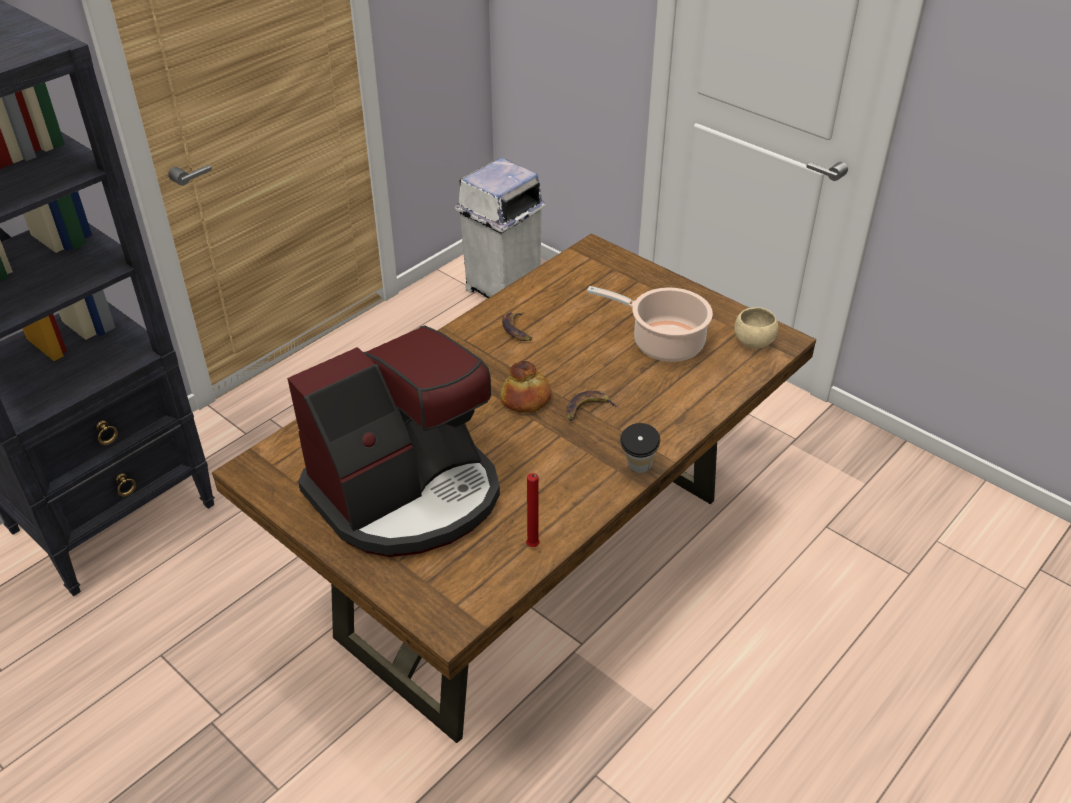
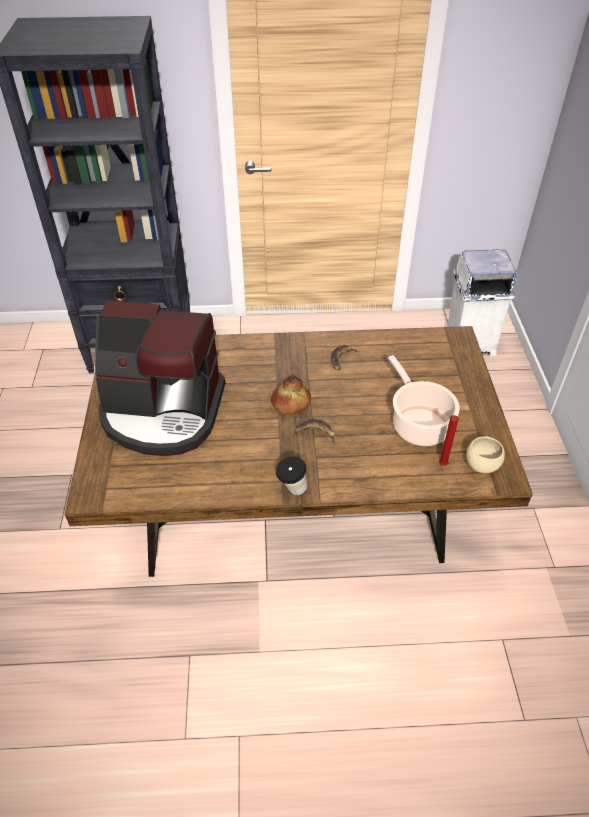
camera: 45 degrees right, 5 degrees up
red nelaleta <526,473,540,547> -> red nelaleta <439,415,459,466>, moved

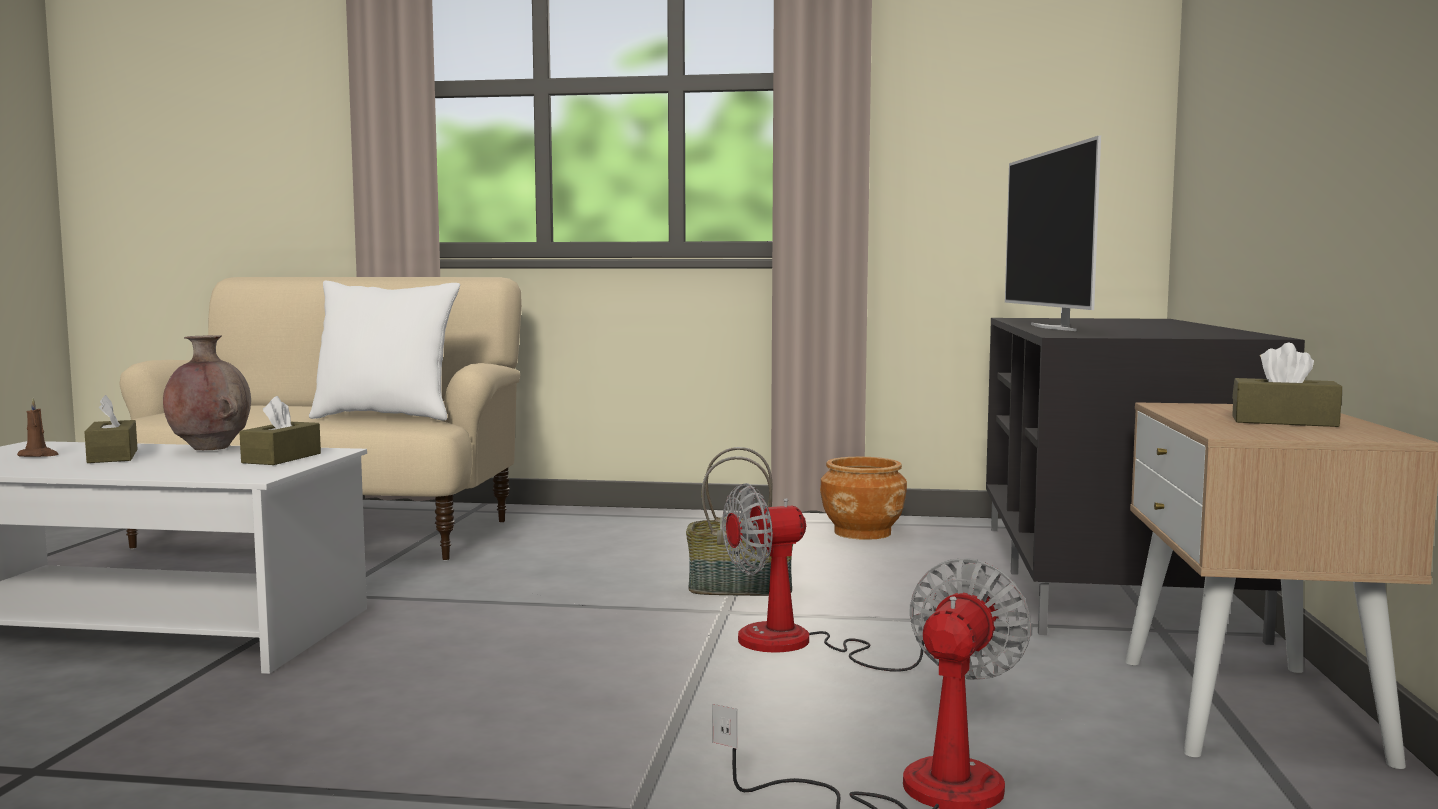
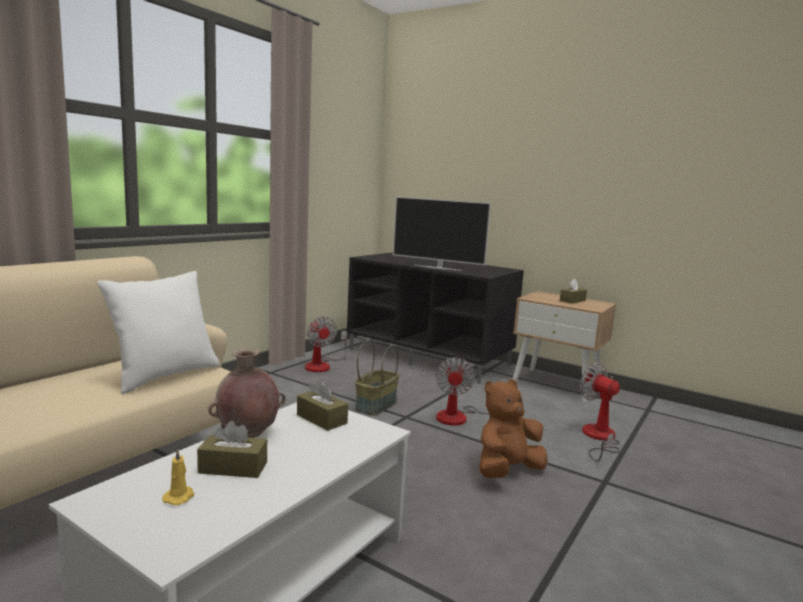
camera: 65 degrees left, 5 degrees up
brown nelaleta <17,398,59,457> -> yellow nelaleta <162,448,194,505>
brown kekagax <820,457,907,540> -> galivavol <305,316,347,372>
none -> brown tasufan <479,379,548,478>

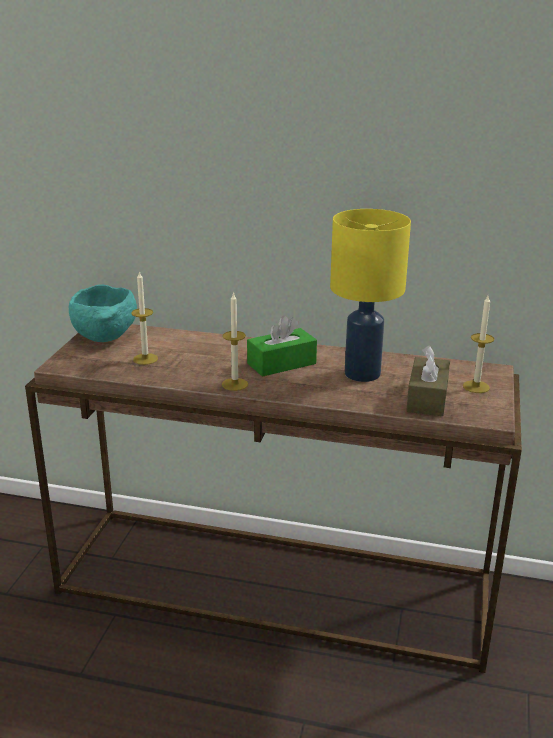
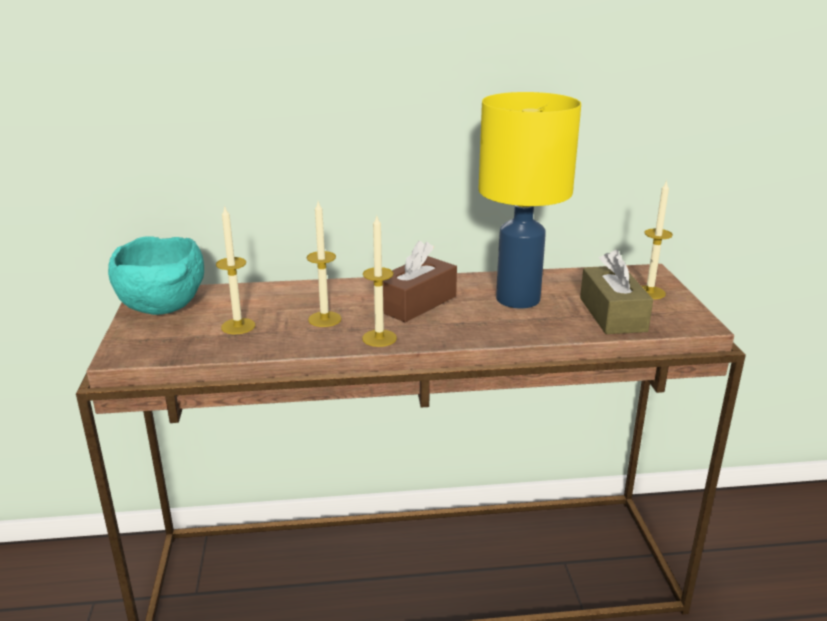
camera: 20 degrees left, 0 degrees up
none -> nelaleta <307,202,342,327>
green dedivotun <247,316,317,377> -> brown dedivotun <383,241,457,322>

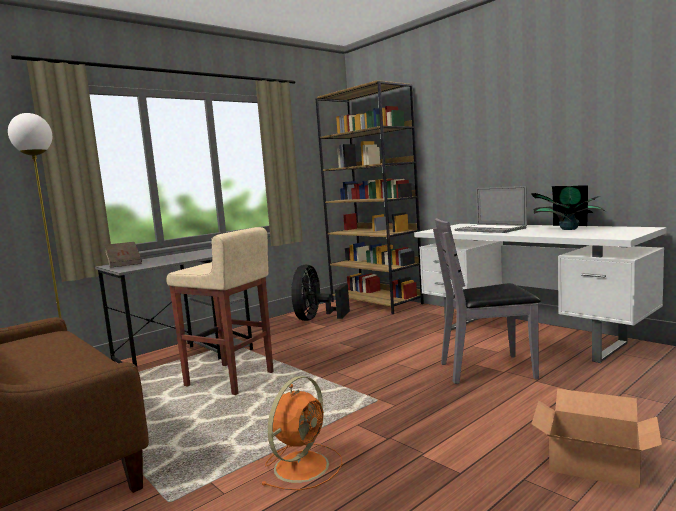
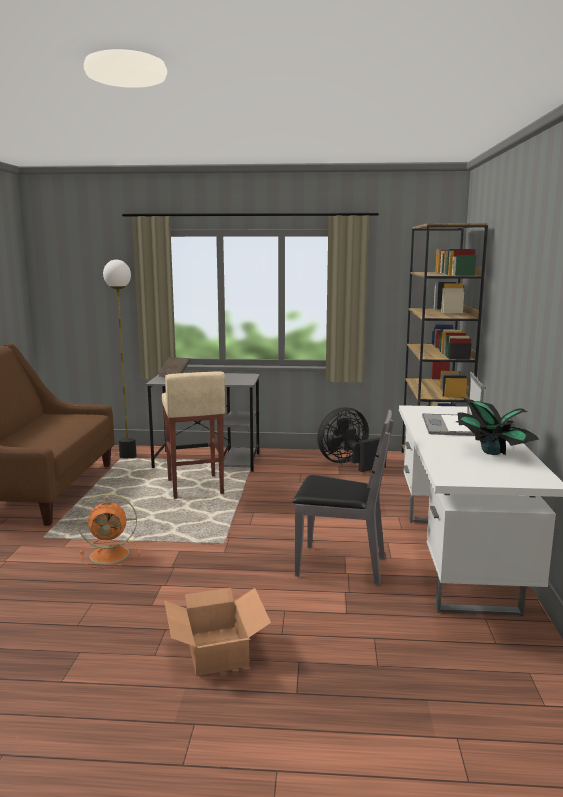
camera: 45 degrees right, 5 degrees up
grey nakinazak <433,218,541,384> -> grey nakinazak <293,410,394,585>, 150 degrees clockwise

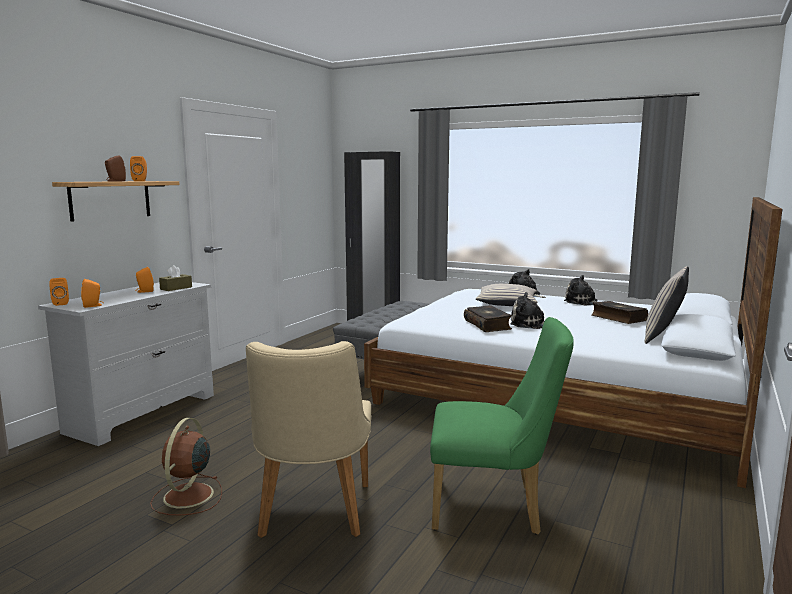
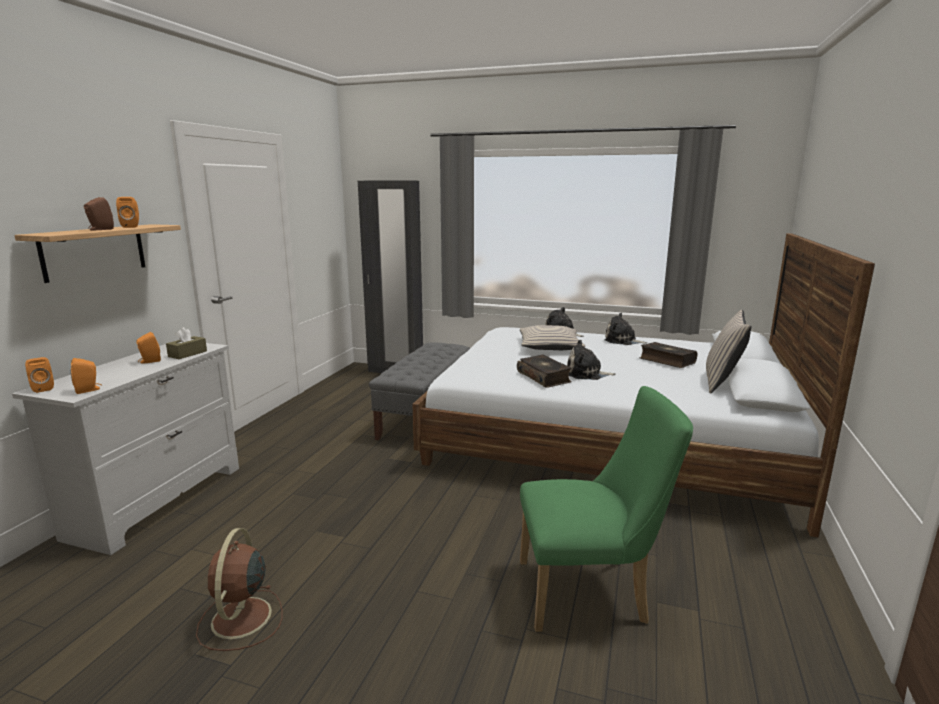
camera: 10 degrees left, 5 degrees up
beige nakinazak <246,341,371,538> -> none

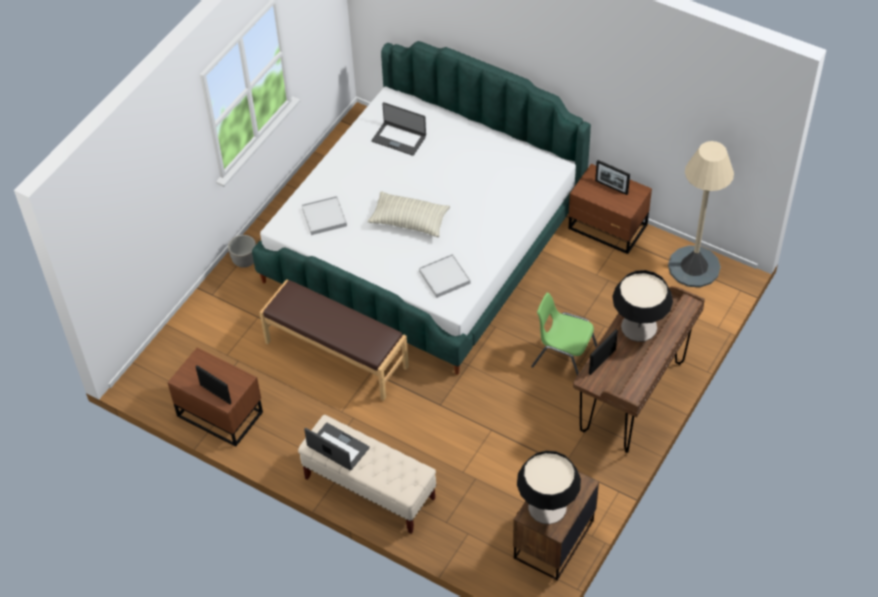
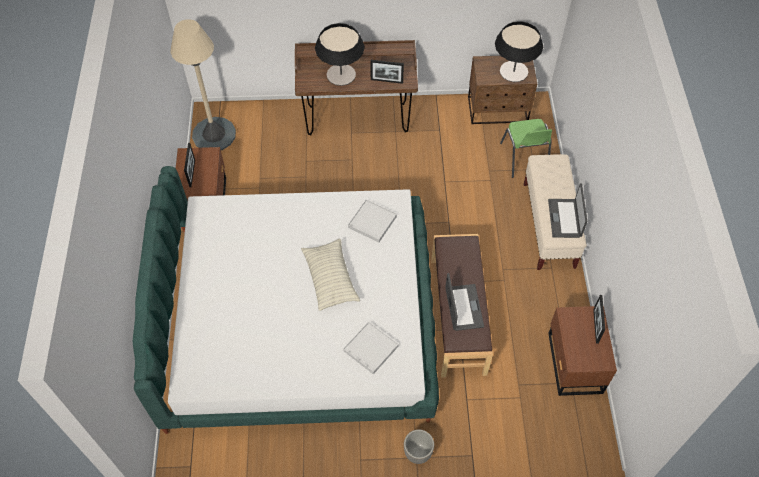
camera: 125 degrees left, 5 degrees up
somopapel <372,102,426,156> -> somopapel <445,273,484,331>, moved
green nakinazak <531,293,597,375> -> green nakinazak <500,119,552,178>, moved

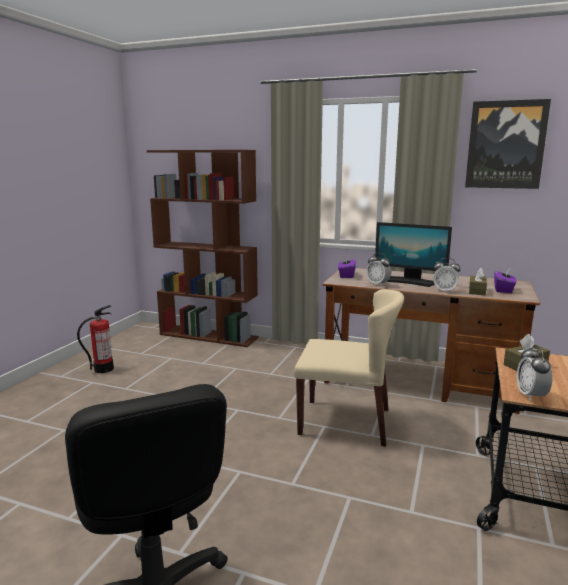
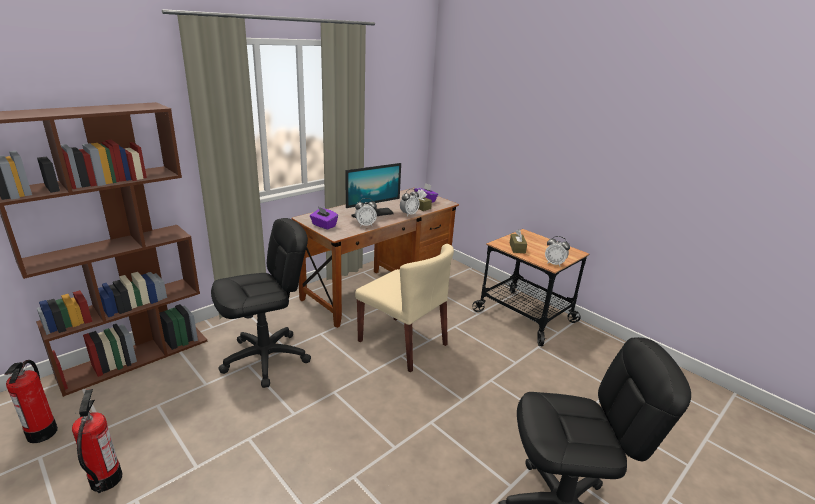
camera: 65 degrees left, 10 degrees up
none -> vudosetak <4,360,58,443>
none -> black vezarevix <211,218,311,388>
beige nakinazak <294,289,404,447> -> beige nakinazak <355,244,454,372>, 90 degrees clockwise
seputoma <465,99,551,189> -> none

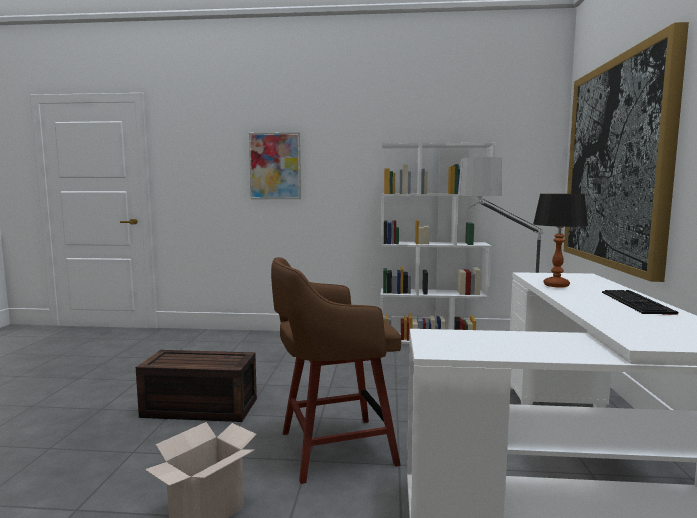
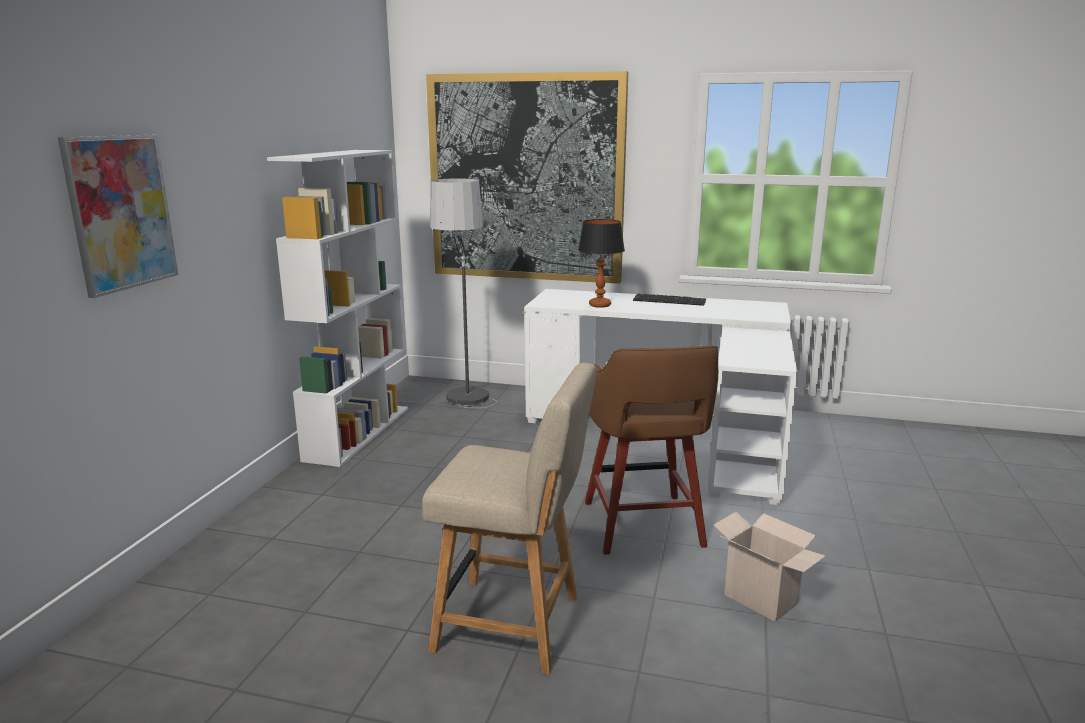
camera: 80 degrees left, 10 degrees up
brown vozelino <136,350,257,422> -> beige nakinazak <422,363,596,675>

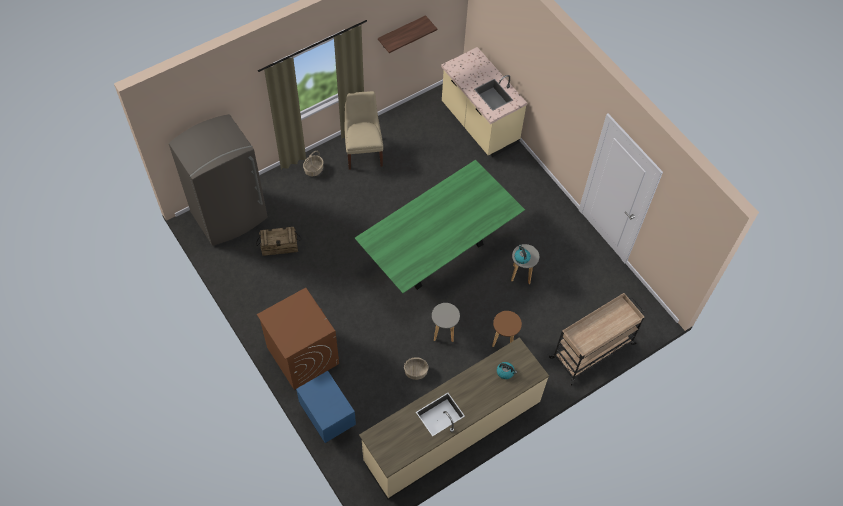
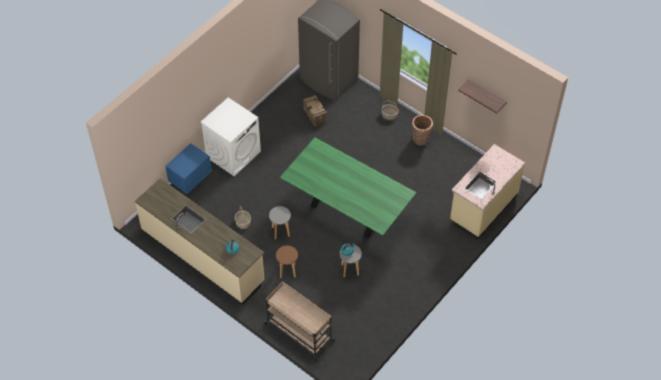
camera: 75 degrees right, 5 degrees down
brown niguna <257,288,339,390> -> white niguna <201,98,261,176>
beige nakinazak <344,91,383,170> -> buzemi <412,115,433,145>

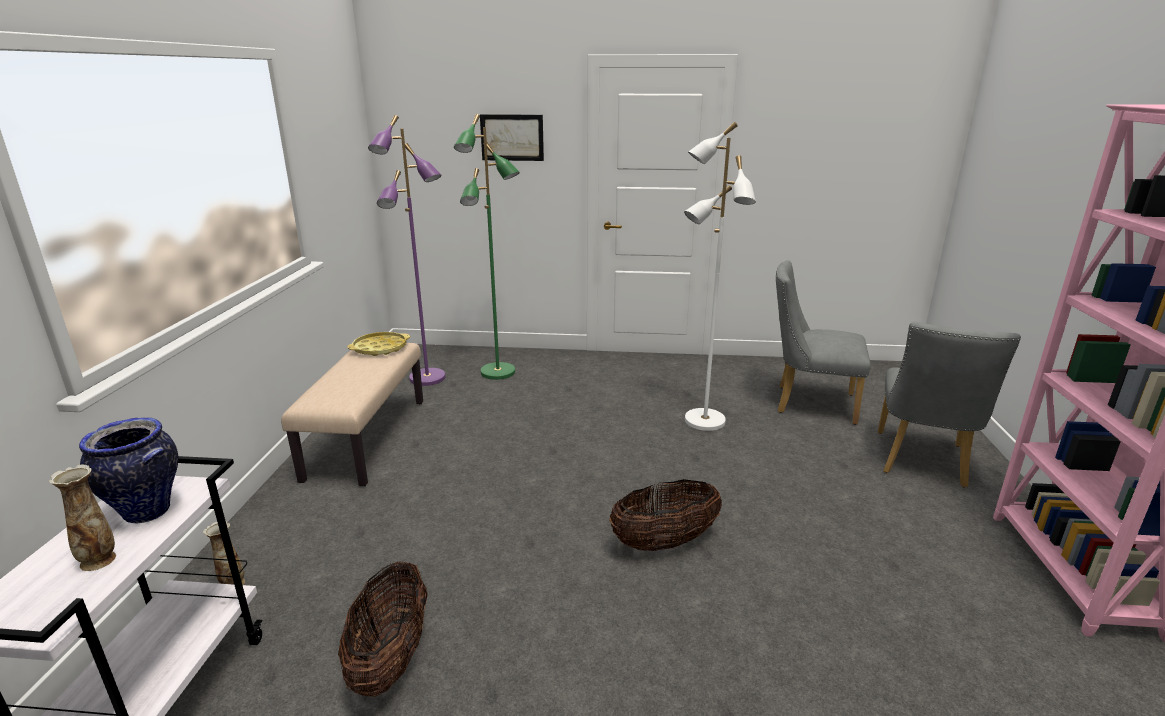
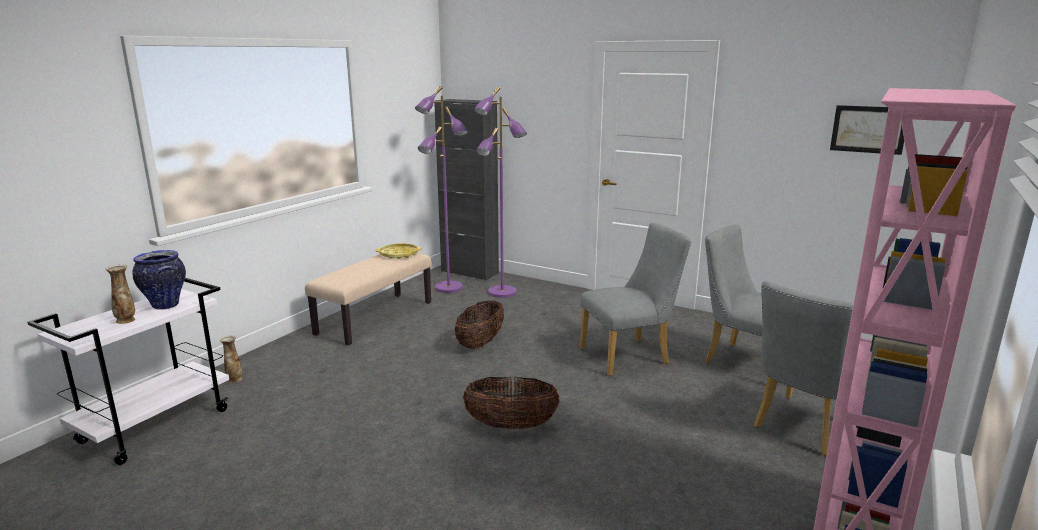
camera: 25 degrees right, 5 degrees down
none -> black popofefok <434,99,499,281>
buzemi <338,561,428,697> -> buzemi <455,300,504,349>, moved
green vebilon <454,114,520,380> -> purple vebilon <474,87,527,298>
white vebilon <684,122,756,431> -> grey nakinazak <580,223,691,376>
seputoma <480,114,544,161> -> seputoma <830,105,904,155>, moved

